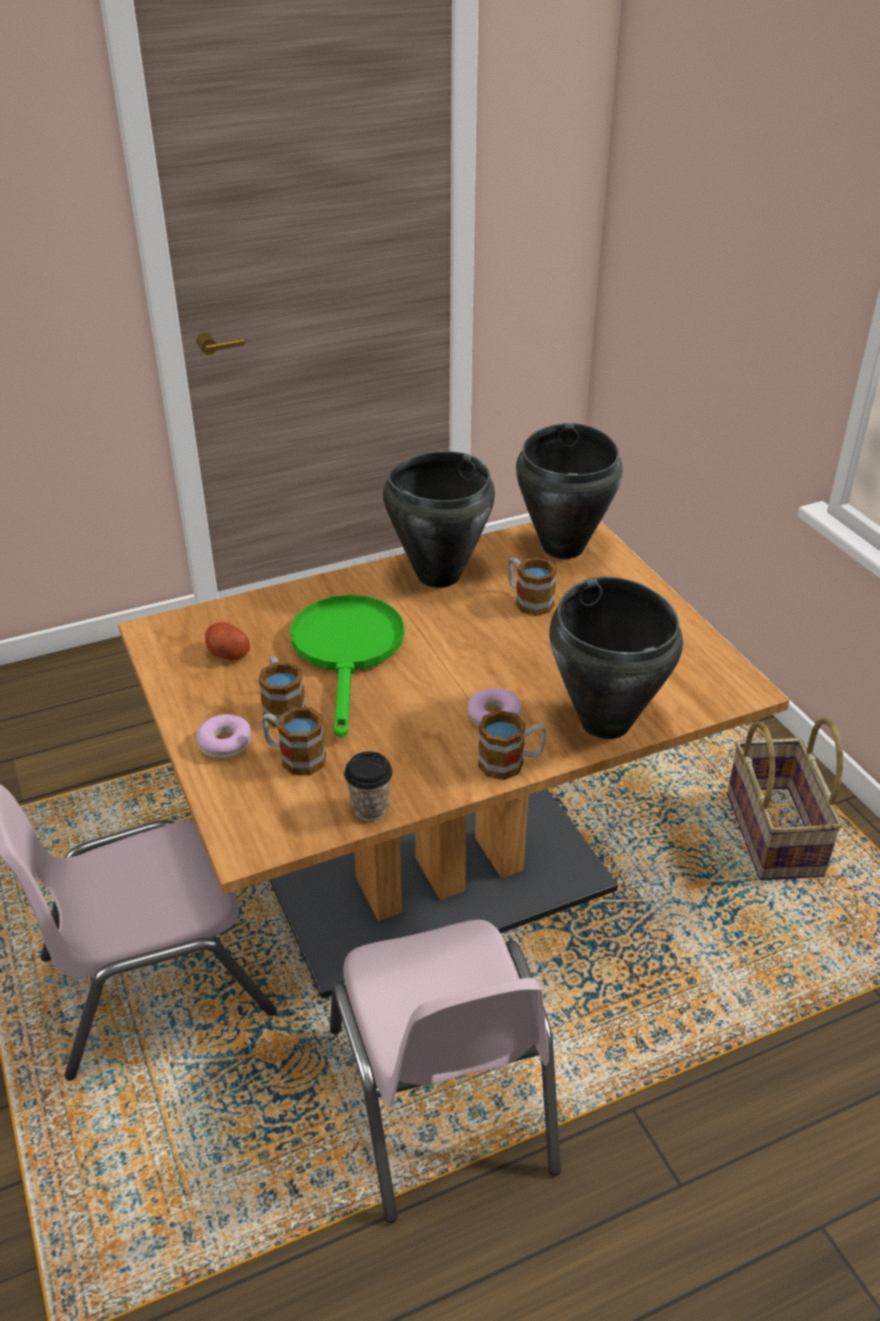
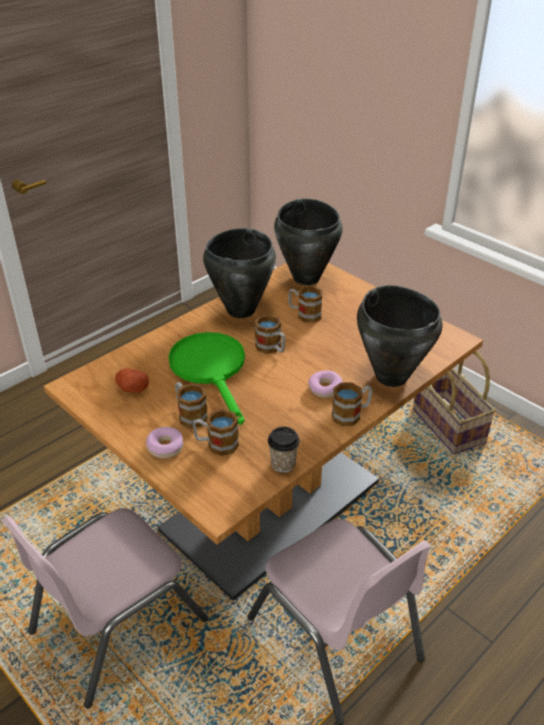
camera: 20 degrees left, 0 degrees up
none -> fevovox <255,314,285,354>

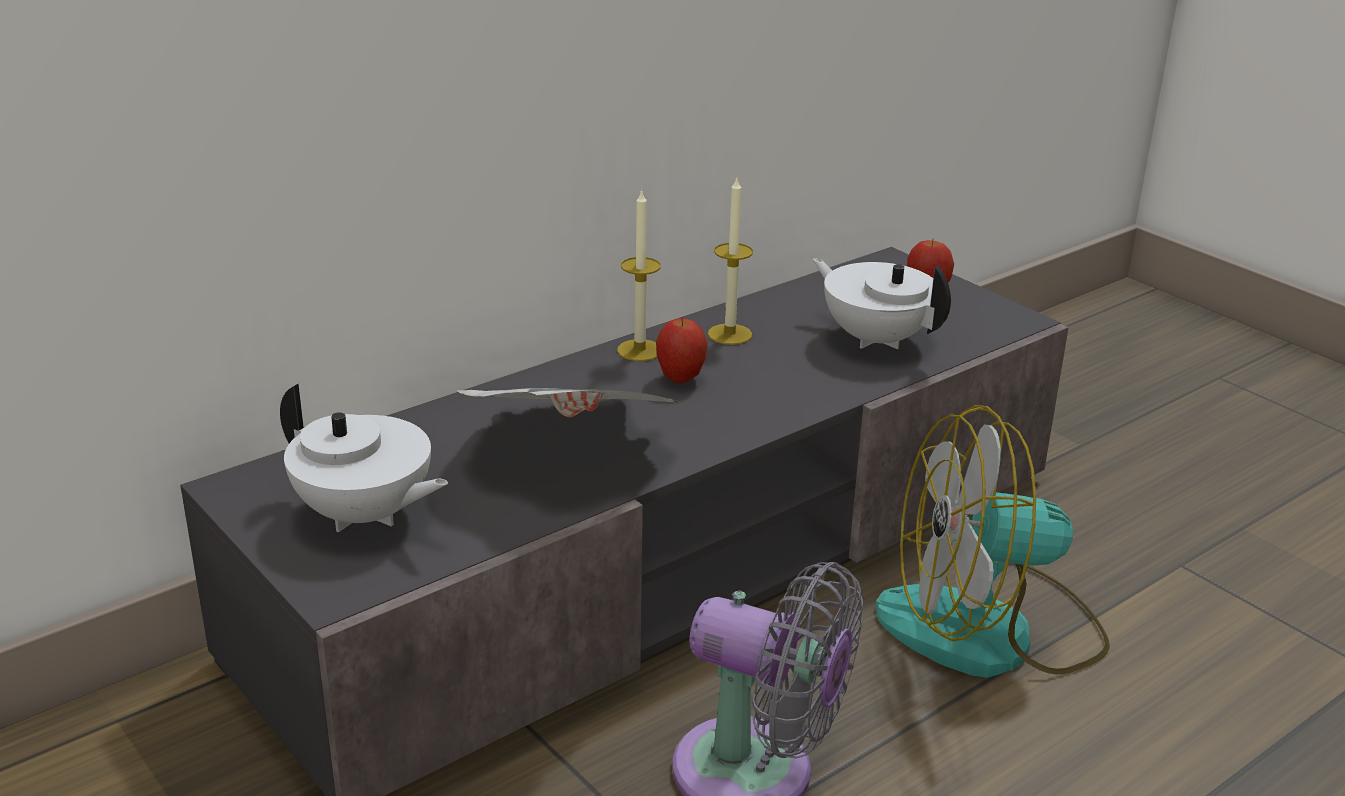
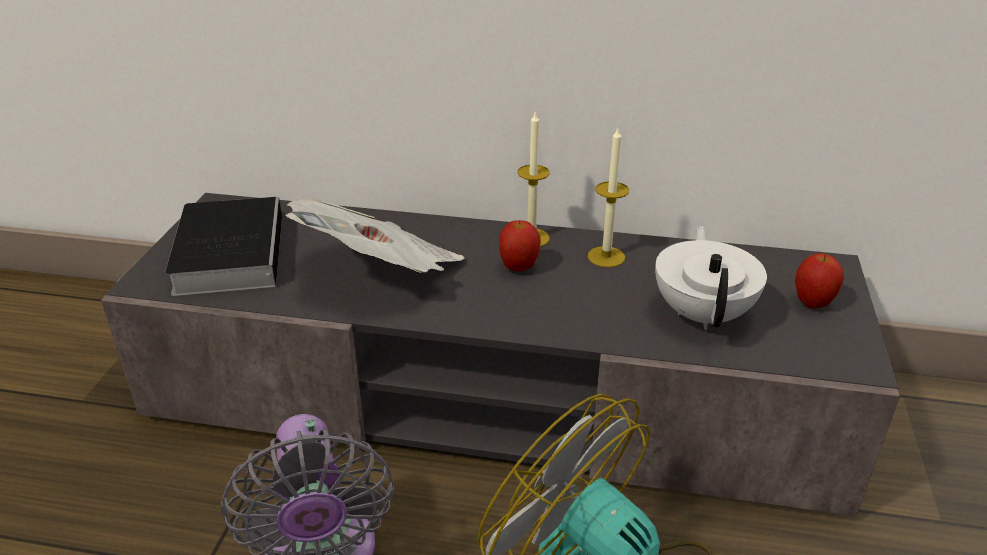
camera: 50 degrees right, 5 degrees up
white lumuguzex <280,384,448,532> -> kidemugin <165,197,282,296>

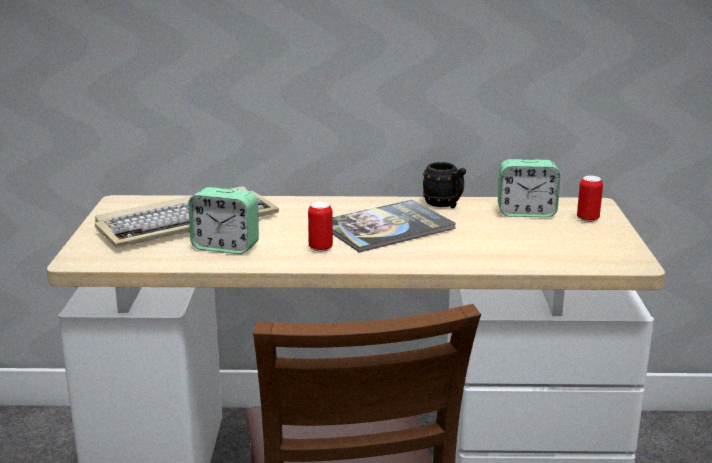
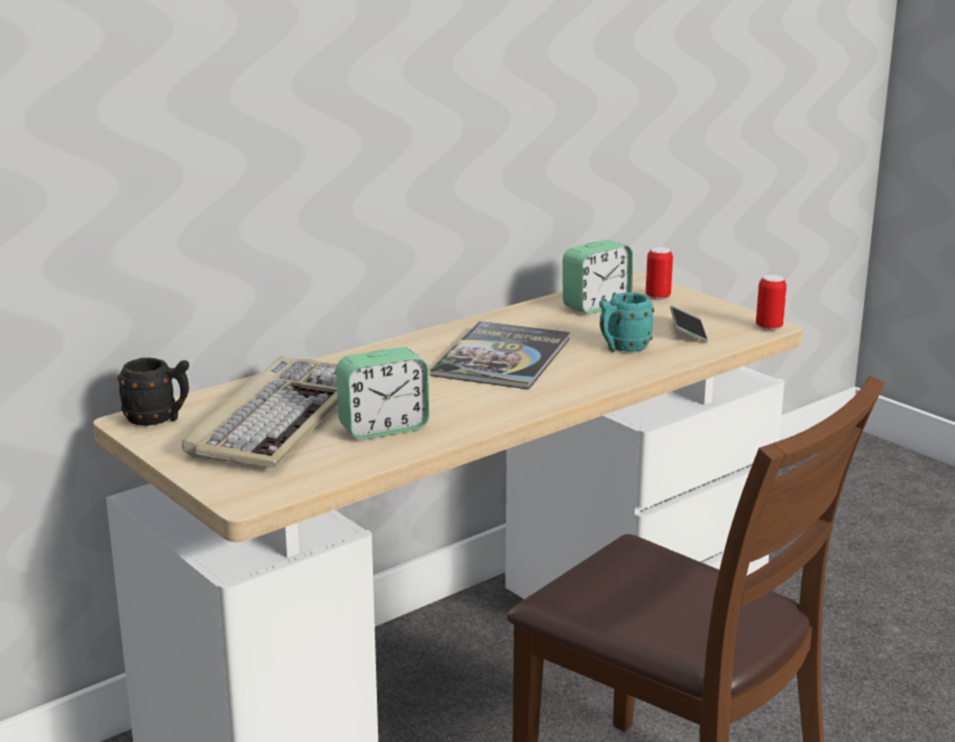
camera: 40 degrees left, 0 degrees up
black fevovox <423,162,466,208> -> black fevovox <117,358,189,426>, moved
none -> turquoise fevovox <599,292,654,352>
none -> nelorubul <670,305,708,343>
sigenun <308,201,333,252> -> sigenun <756,275,787,331>, moved

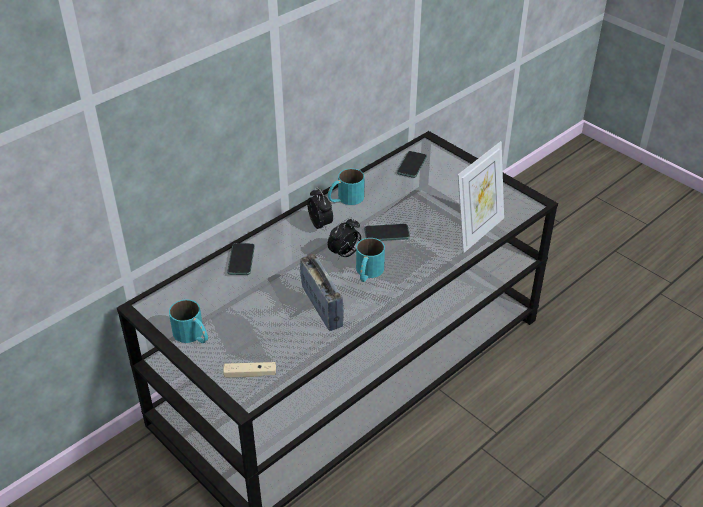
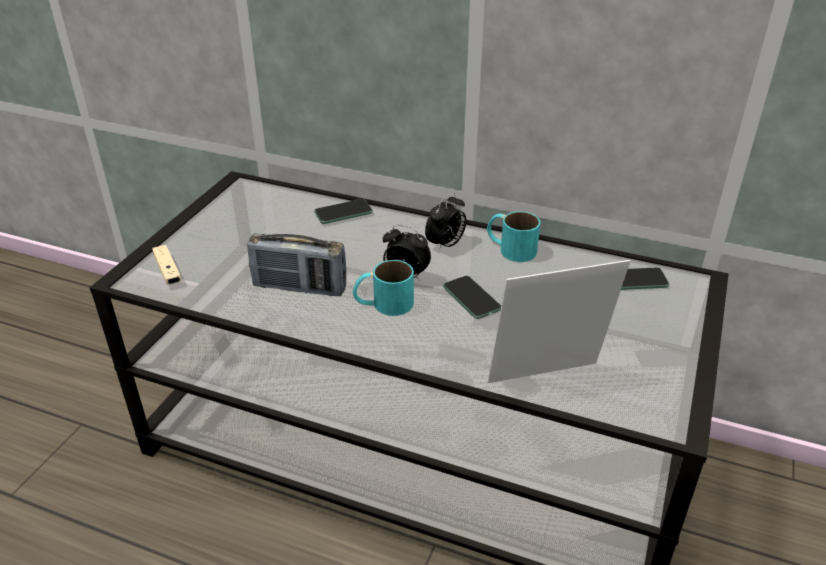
camera: 65 degrees right, 5 degrees down
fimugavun <300,254,344,331> -> fimugavun <247,233,346,296>, 60 degrees clockwise
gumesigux <458,141,504,253> -> gumesigux <488,260,631,383>, 150 degrees clockwise
turquoise fevovox <169,299,208,343> -> none

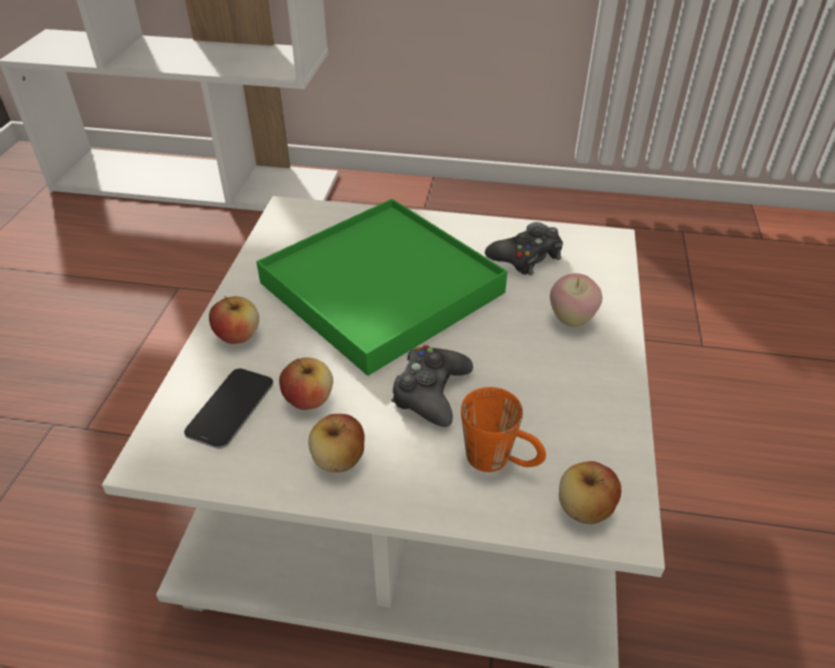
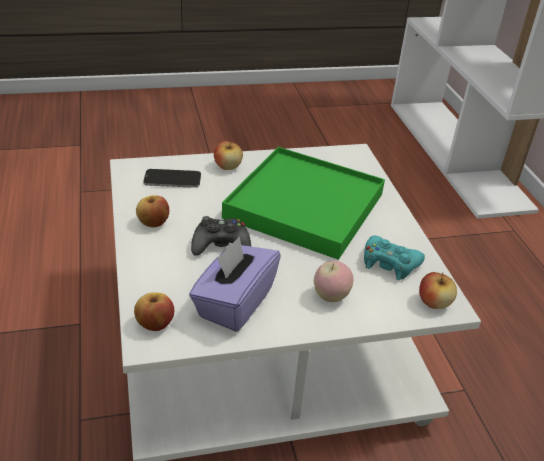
camera: 65 degrees right, 5 degrees down
none -> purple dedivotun <189,237,281,332>
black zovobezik <485,222,563,275> -> turquoise zovobezik <364,236,425,280>
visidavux <279,357,333,410> -> visidavux <419,272,457,309>, moved
orange fevovox <461,387,546,472> -> none

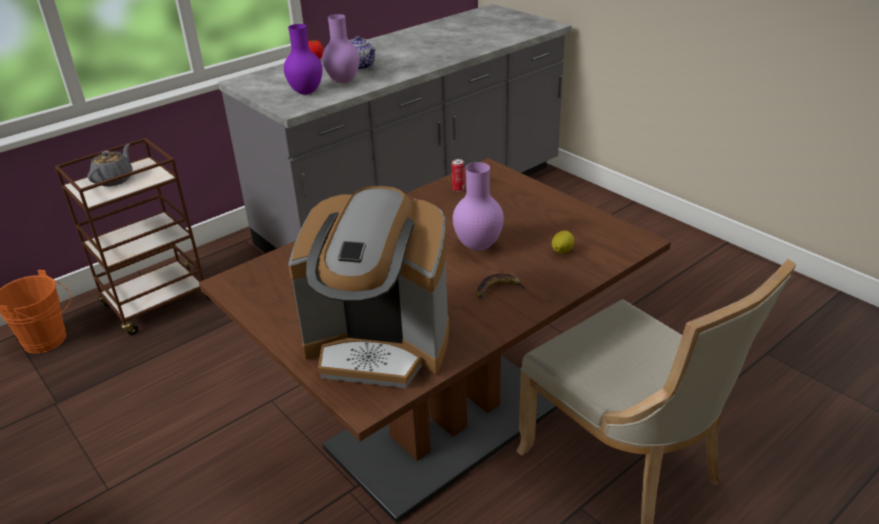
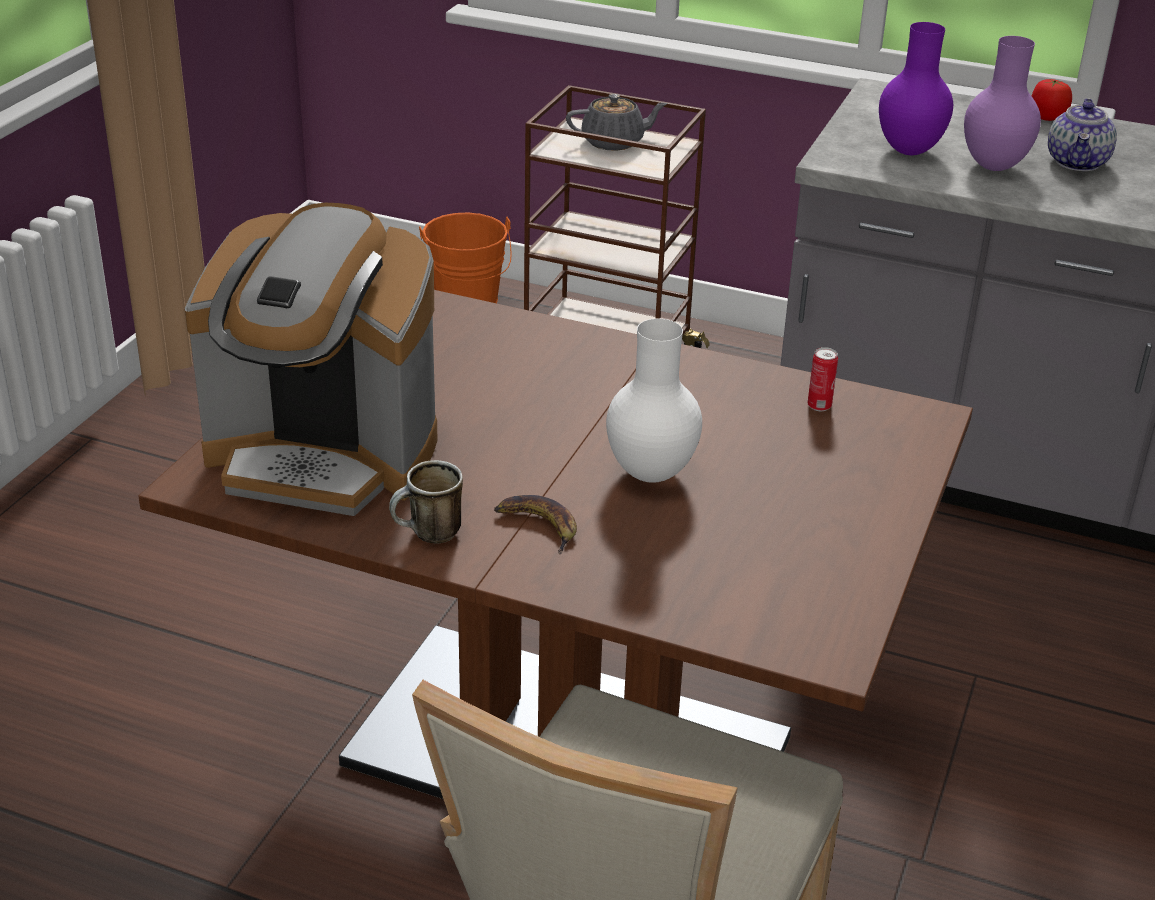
camera: 60 degrees right, 0 degrees up
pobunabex <288,186,449,388> -> pobunabex <185,203,437,516>, 60 degrees counterclockwise
none -> fevovox <389,460,463,544>
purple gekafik <453,162,504,251> -> white gekafik <606,319,702,483>
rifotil <552,231,575,254> -> none

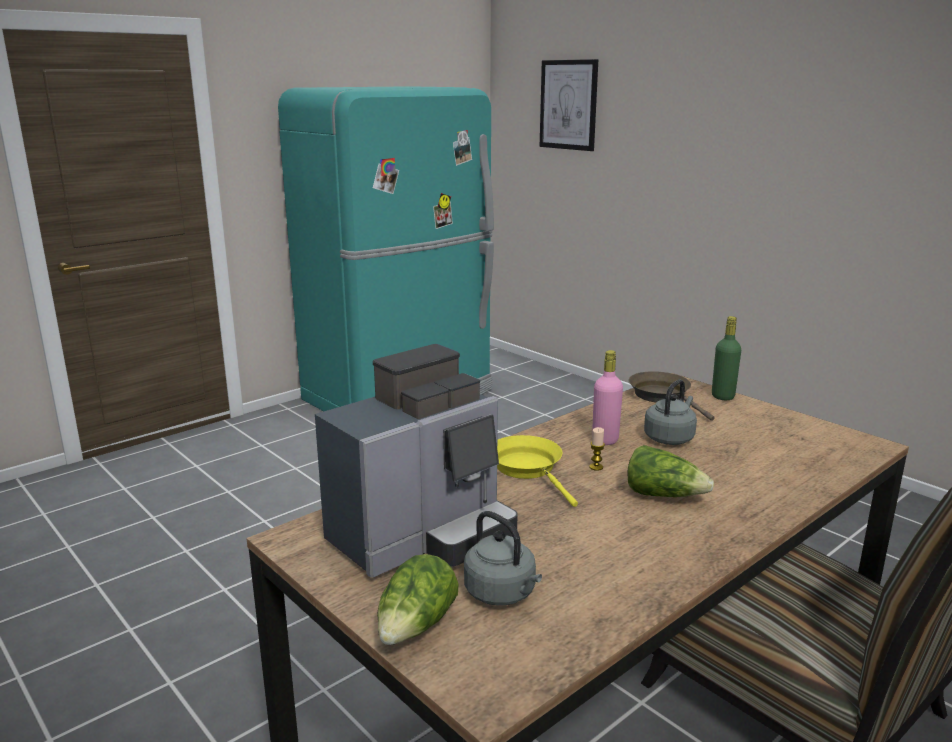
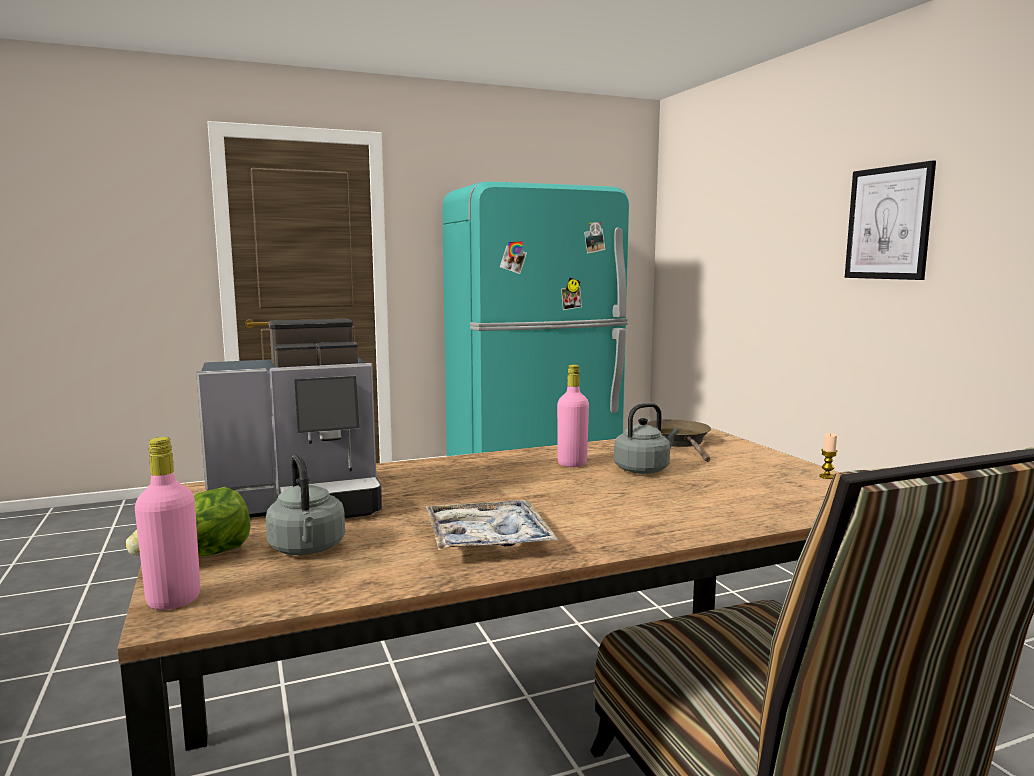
camera: 20 degrees right, 10 degrees down
none -> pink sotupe <135,437,200,610>
none -> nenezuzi <426,500,558,550>
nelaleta <589,427,605,471> -> nelaleta <819,433,837,479>, moved
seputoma <540,59,598,151> -> seputoma <845,160,936,280>, moved
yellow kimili <497,435,578,507> -> none
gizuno <627,445,714,497> -> none
green sotupe <712,316,741,400> -> none

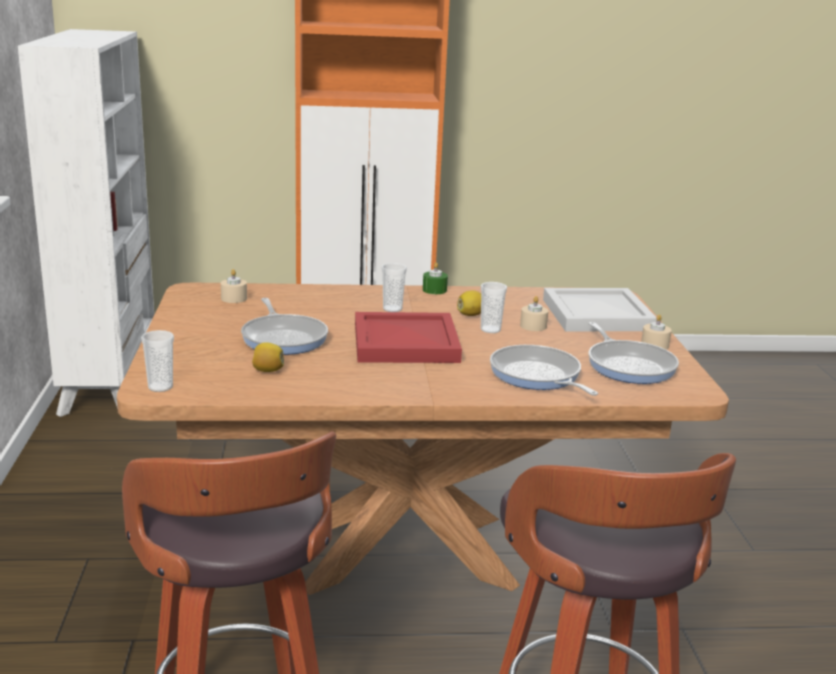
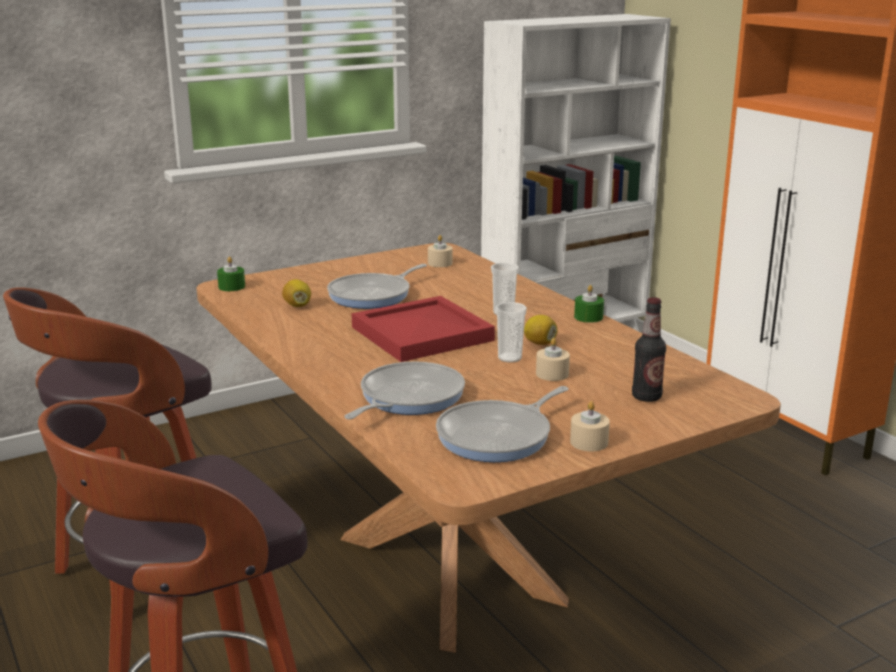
camera: 65 degrees right, 0 degrees up
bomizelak <141,330,174,392> -> green nelaleta <217,257,245,291>
white nenezuzi <543,288,657,331> -> sotupe <632,297,666,402>

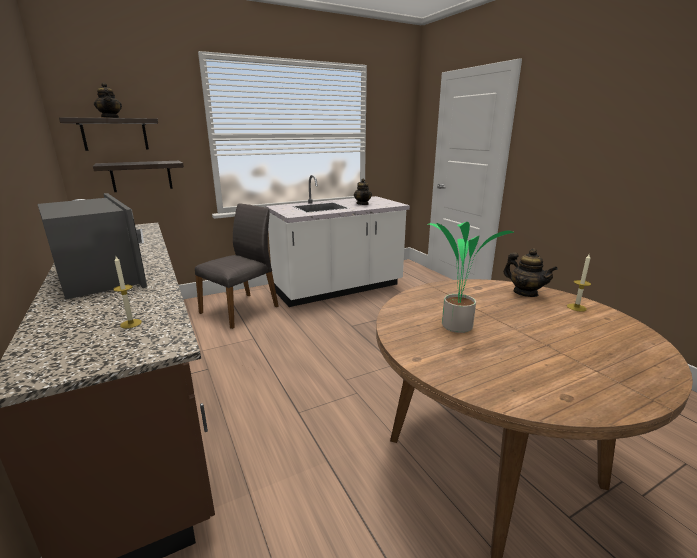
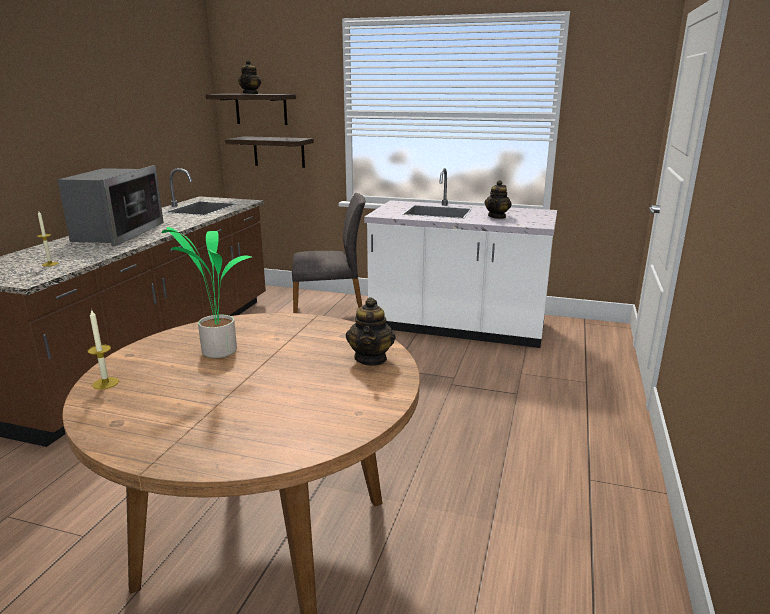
camera: 45 degrees right, 0 degrees up
nelaleta <567,254,591,312> -> nelaleta <88,309,119,389>, moved

